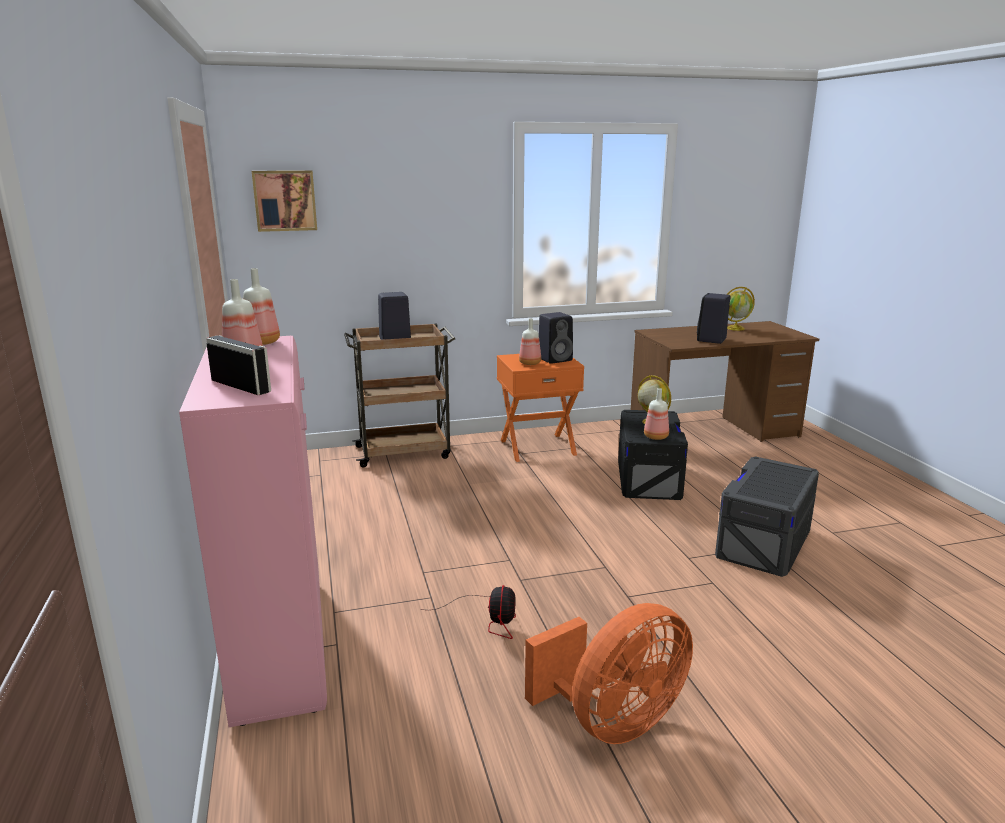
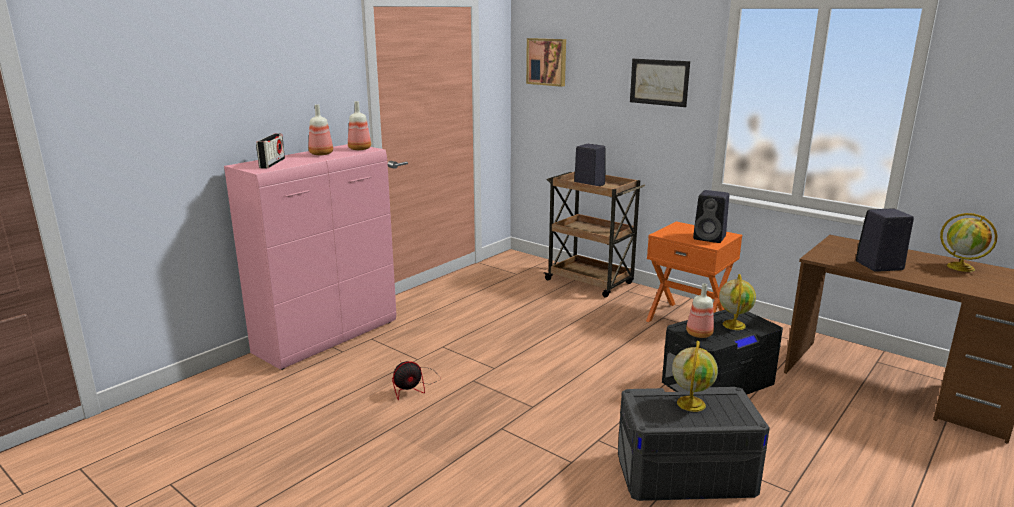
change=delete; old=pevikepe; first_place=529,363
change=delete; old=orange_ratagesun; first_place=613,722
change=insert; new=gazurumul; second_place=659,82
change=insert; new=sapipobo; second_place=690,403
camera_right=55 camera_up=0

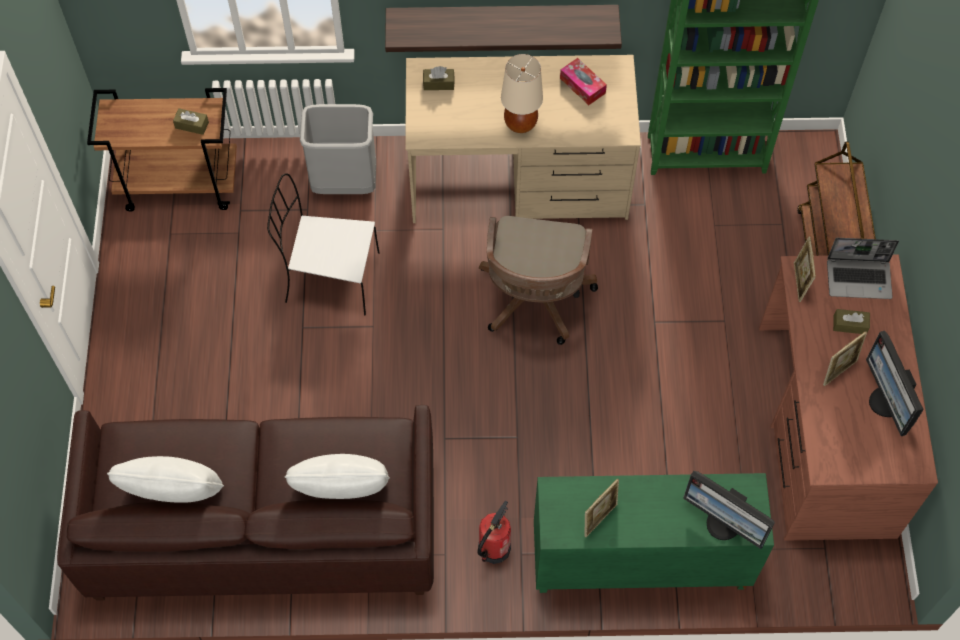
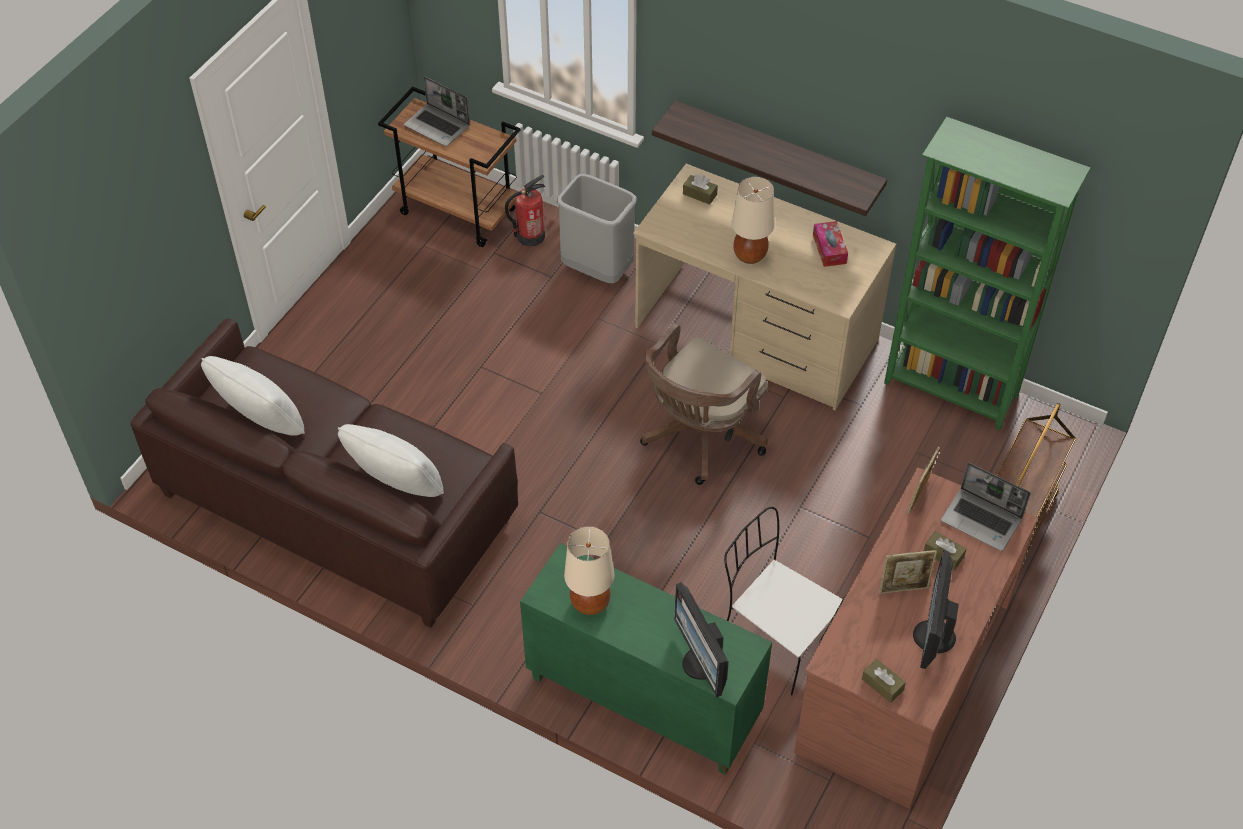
change=move; old=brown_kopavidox; first_place=192,125; second_place=882,684
change=move; old=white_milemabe; first_place=329,277; second_place=775,638
change=replace; old=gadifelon; new=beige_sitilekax; first_place=599,518; second_place=590,602
change=move; old=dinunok; first_place=493,549; second_place=530,236
change=insert; new=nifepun; second_place=438,126
camera_right=30 camera_up=-10

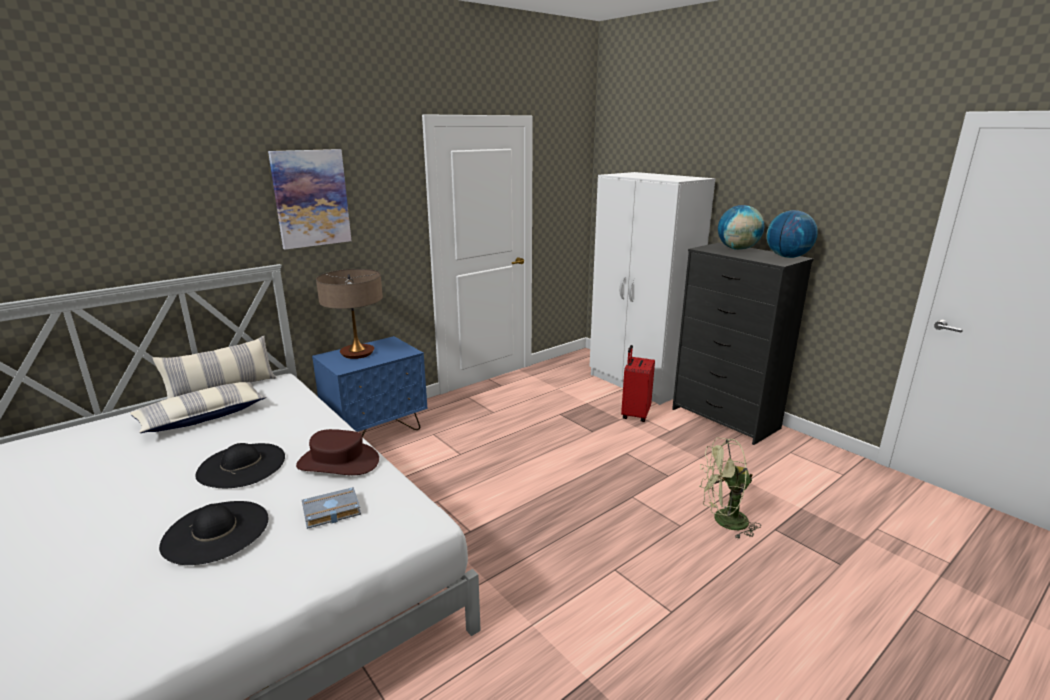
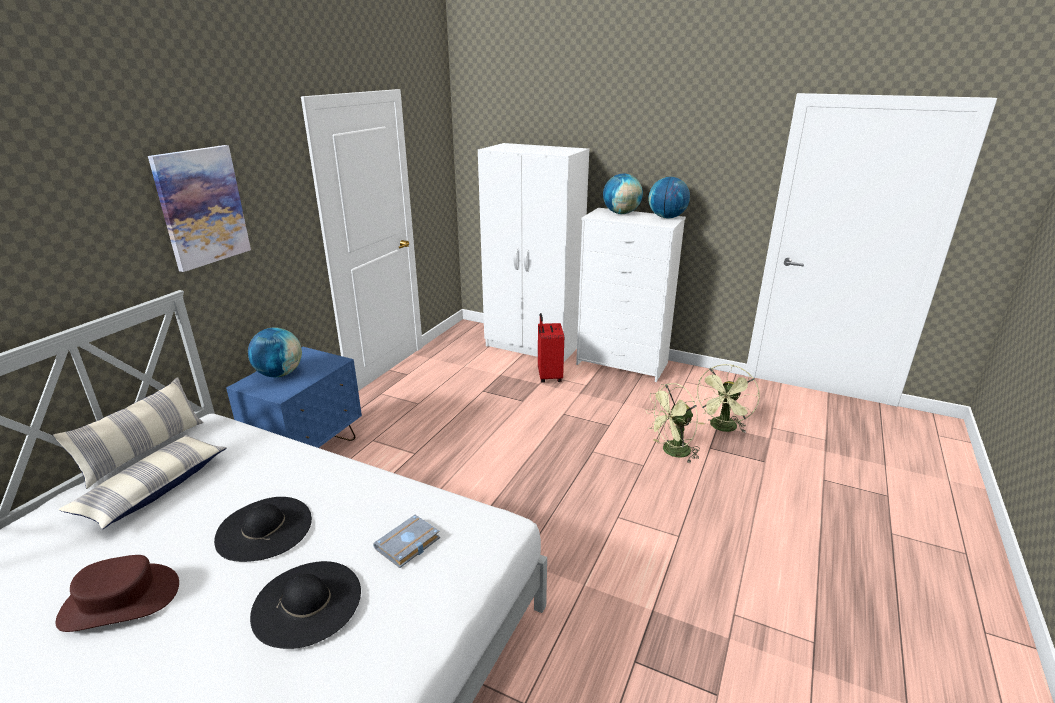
change=recolor; old=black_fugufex; new=white_fugufex; first_place=725,419; second_place=623,364
change=replace; old=sitilekax; new=sapipobo; first_place=357,353; second_place=279,374
change=move; old=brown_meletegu; first_place=338,462; second_place=120,600
change=insert; new=green_ratagesun; second_place=723,428
camera_right=-25 camera_up=5

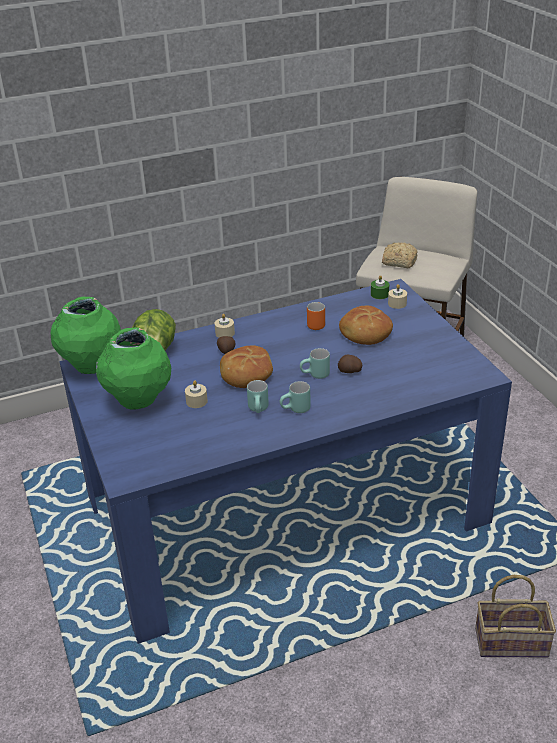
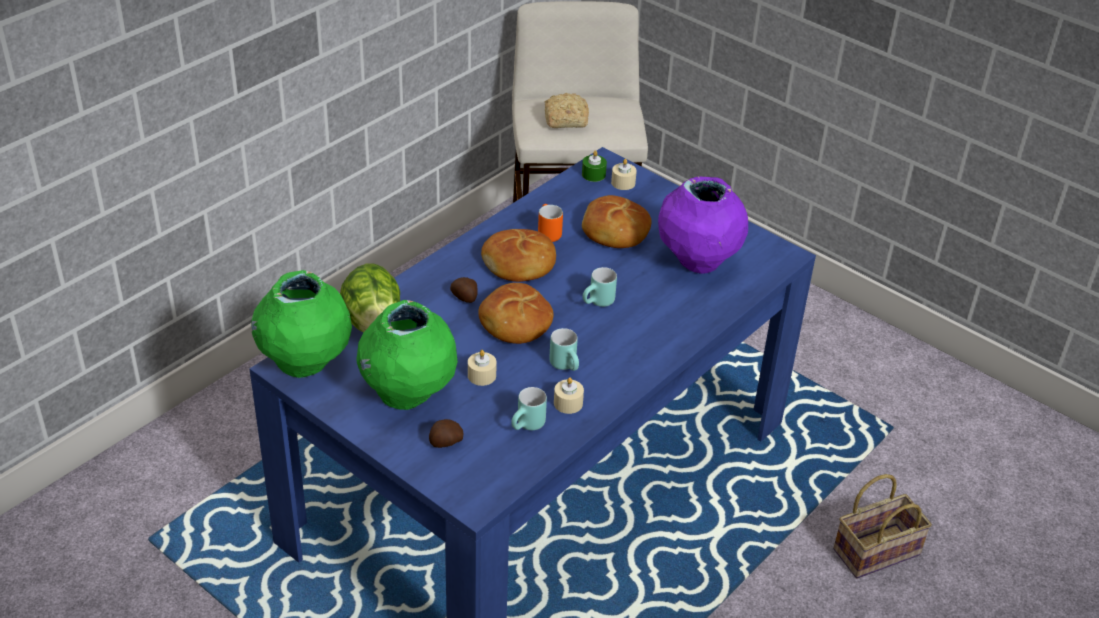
change=move; old=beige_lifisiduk; first_place=225,333; second_place=568,403
change=move; old=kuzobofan; first_place=349,371; second_place=445,442
change=move; old=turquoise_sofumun; first_place=296,410; second_place=528,427
change=insert; new=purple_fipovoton; second_place=698,263
change=insert; new=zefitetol; second_place=519,265
camera_right=-30 camera_up=5

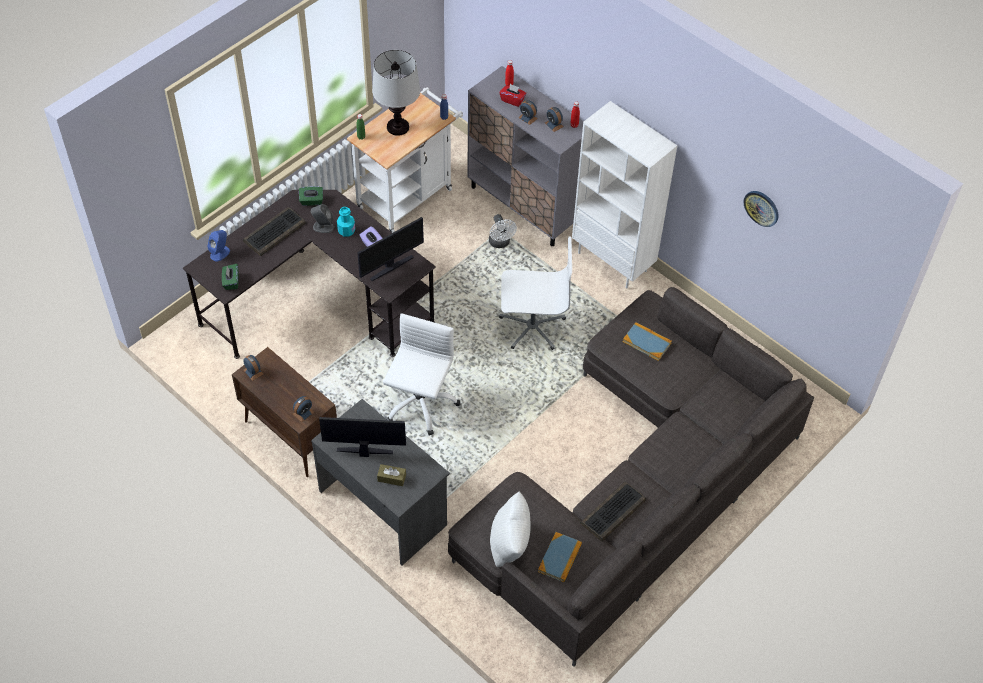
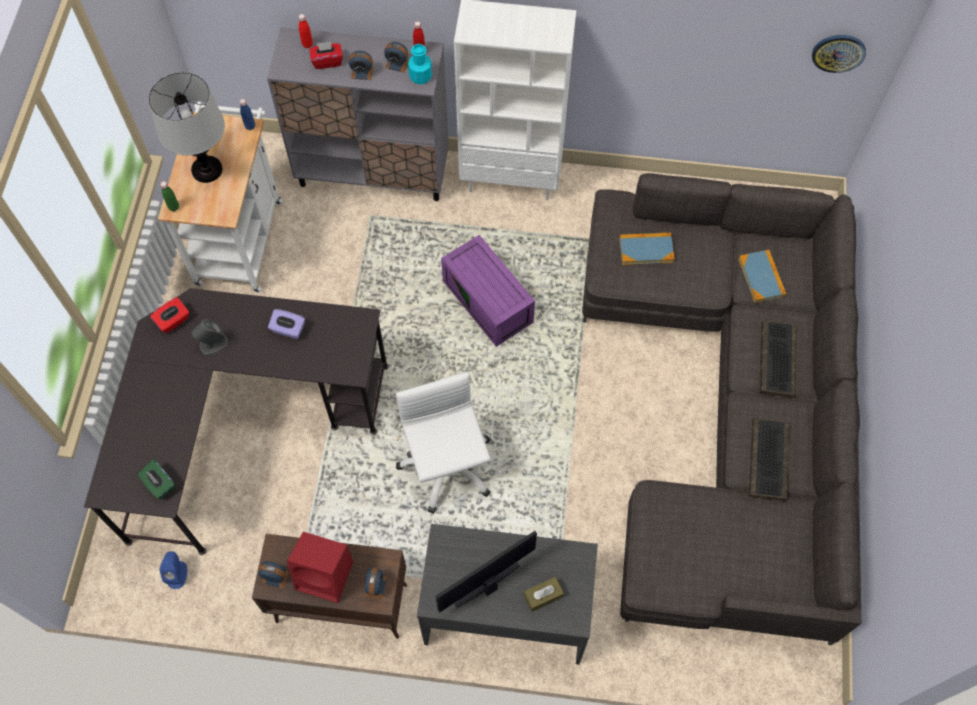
change=recolor; old=green_kopavidox; new=red_kopavidox; first_place=311,201; second_place=173,321
change=move; old=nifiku; first_place=761,208; second_place=838,52
change=move; old=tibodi; first_place=274,232; second_place=777,359
change=move; old=turquoise_pevikepe; first_place=346,231; second_place=420,76
change=delete; old=white_ratagesun; first_place=500,243
change=delete; old=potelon; first_place=391,267
change=move; old=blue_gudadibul; first_place=220,253; second_place=177,574
change=replace; old=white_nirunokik; new=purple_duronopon; first_place=532,326; second_place=489,302
change=delete; old=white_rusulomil; first_place=510,547
change=move; old=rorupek; first_place=559,558; second_place=761,277
change=insert; new=red_gudadibul; second_place=326,575
camera_right=-35 camera_up=10

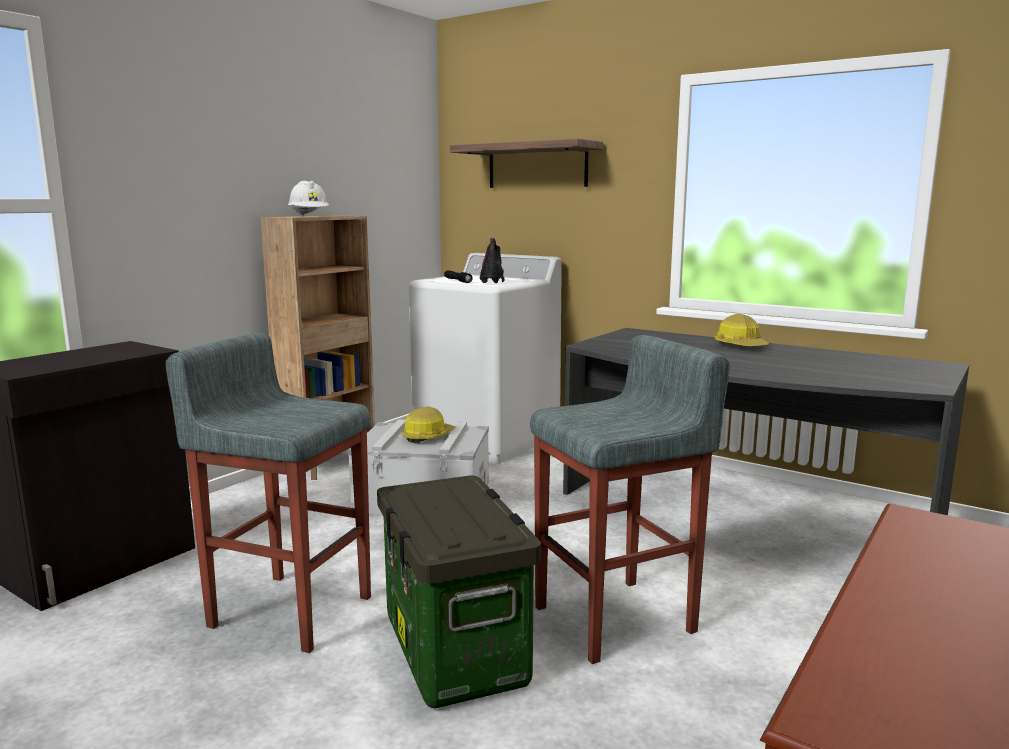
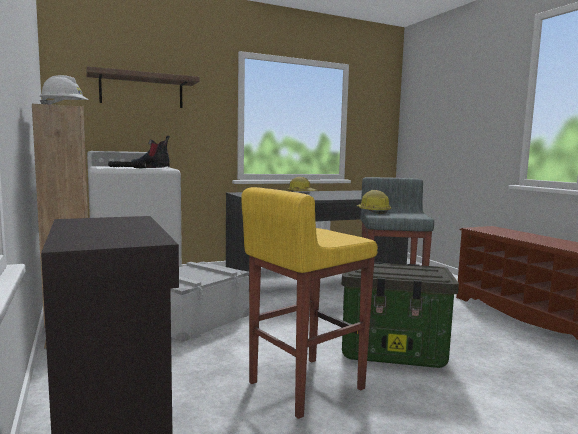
change=recolor; old=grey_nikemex; new=yellow_nikemex; first_place=290,610; second_place=304,385
change=move; old=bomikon; first_place=427,436; second_place=372,211
camera_right=-60 camera_up=-5

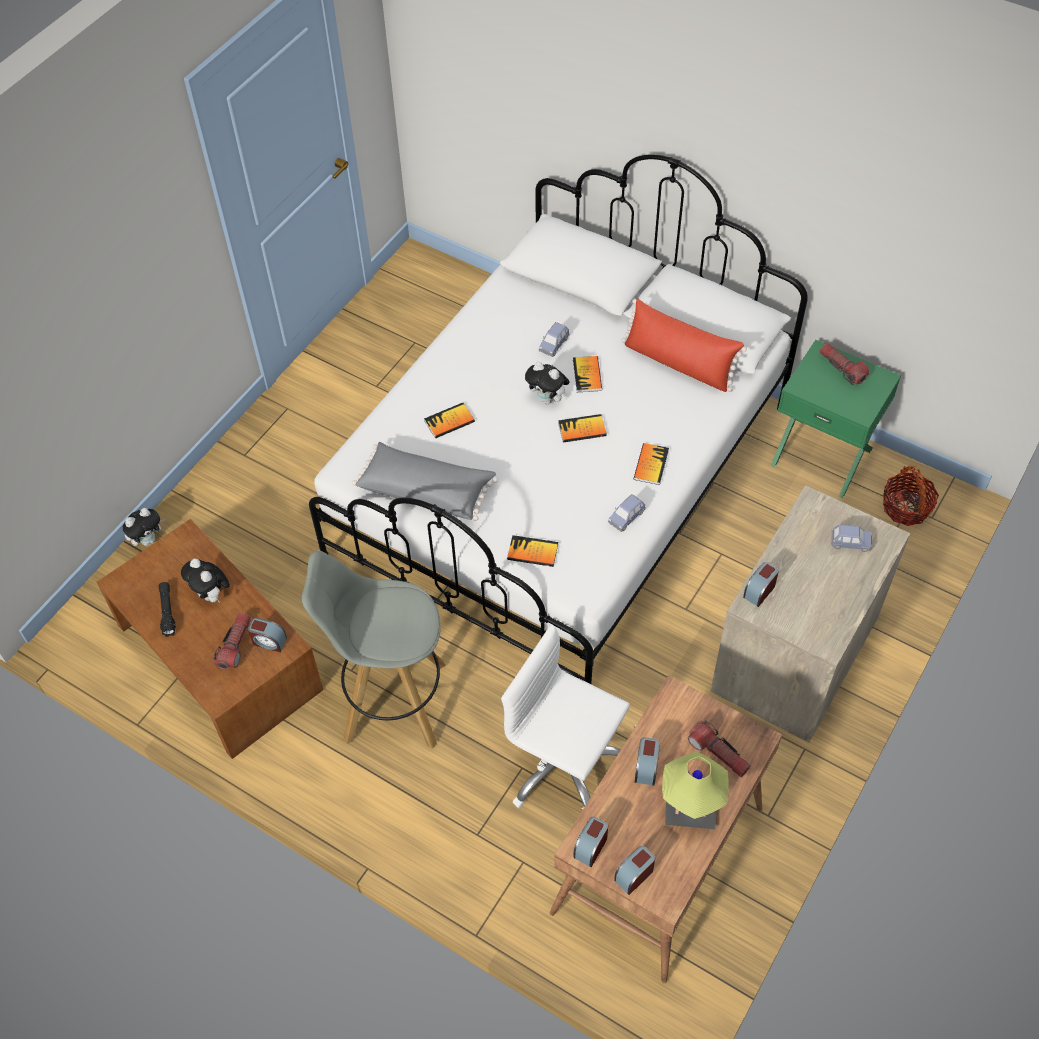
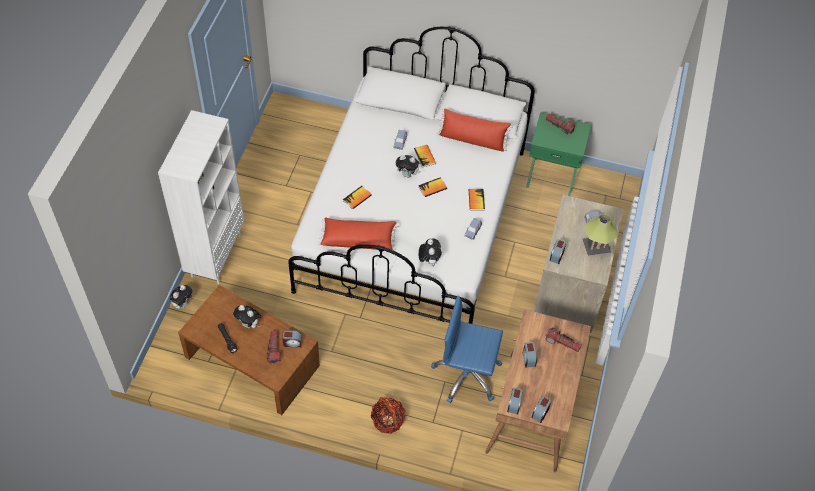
change=recolor; old=grey_rusulomil; new=red_rusulomil; first_place=426,490; second_place=358,239
change=move; old=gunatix; first_place=906,507; second_place=388,420
change=replace; old=rorupek; new=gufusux; first_place=532,552; second_place=429,261
change=delete; old=grey_nikemex; first_place=392,701
change=recolor; old=white_nirunokik; new=blue_nirunokik; first_place=563,765; second_place=467,375
change=move; old=sitilekax; first_place=690,809; second_place=596,247
change=insert; new=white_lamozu; second_place=215,255
camera_right=-20 camera_up=0

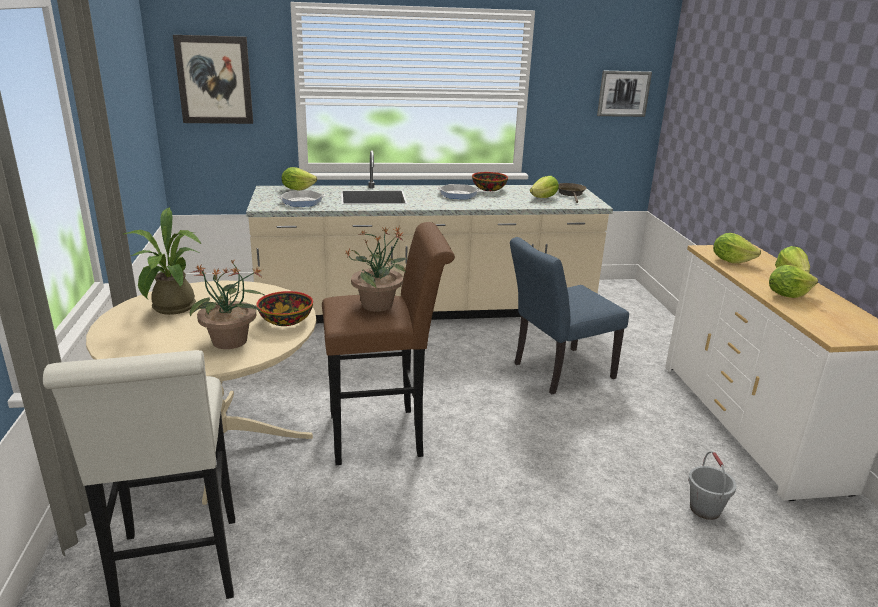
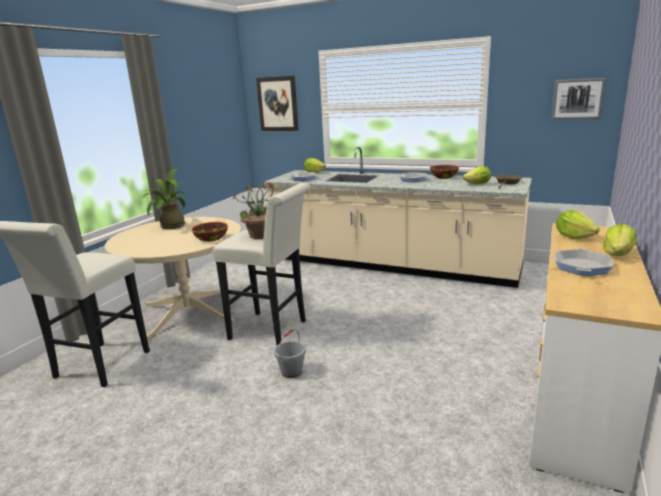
change=recolor; old=brown_nikemex; new=white_nikemex; first_place=384,435; second_place=273,331
change=delete; old=blue_milemabe; first_place=557,372
change=delete; old=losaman; first_place=230,341
change=replace; old=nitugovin; new=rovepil; first_place=787,295; second_place=581,267
change=move; old=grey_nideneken; first_place=704,509; second_place=291,371
camera_right=35 camera_up=-5

